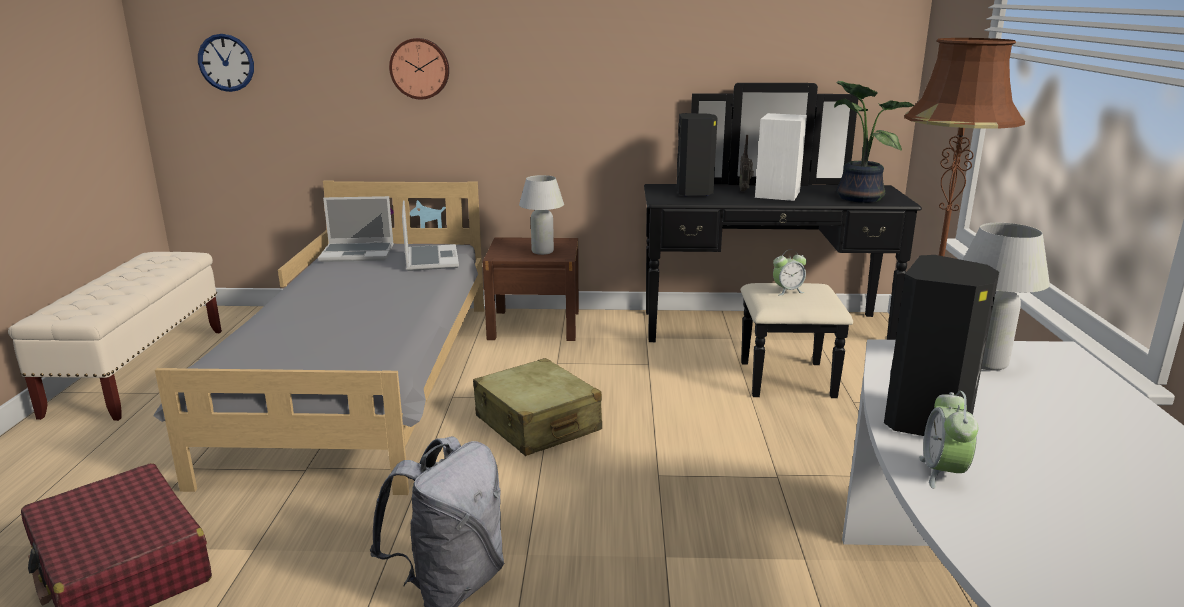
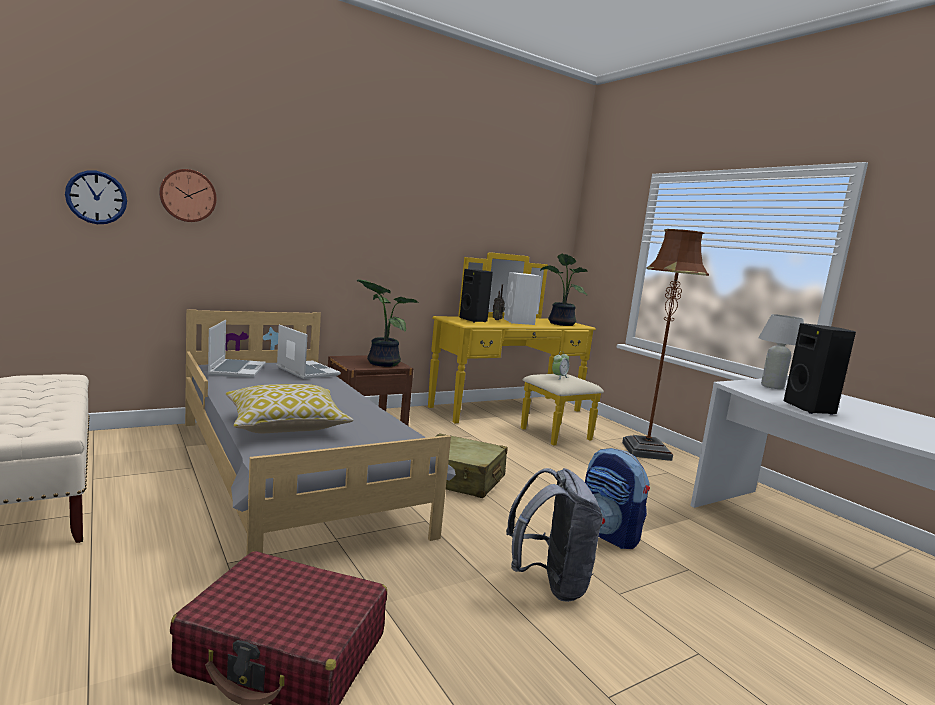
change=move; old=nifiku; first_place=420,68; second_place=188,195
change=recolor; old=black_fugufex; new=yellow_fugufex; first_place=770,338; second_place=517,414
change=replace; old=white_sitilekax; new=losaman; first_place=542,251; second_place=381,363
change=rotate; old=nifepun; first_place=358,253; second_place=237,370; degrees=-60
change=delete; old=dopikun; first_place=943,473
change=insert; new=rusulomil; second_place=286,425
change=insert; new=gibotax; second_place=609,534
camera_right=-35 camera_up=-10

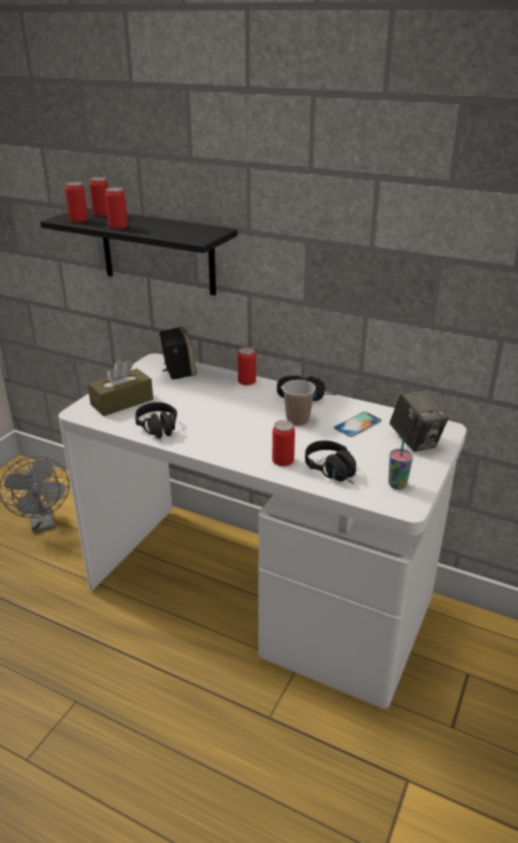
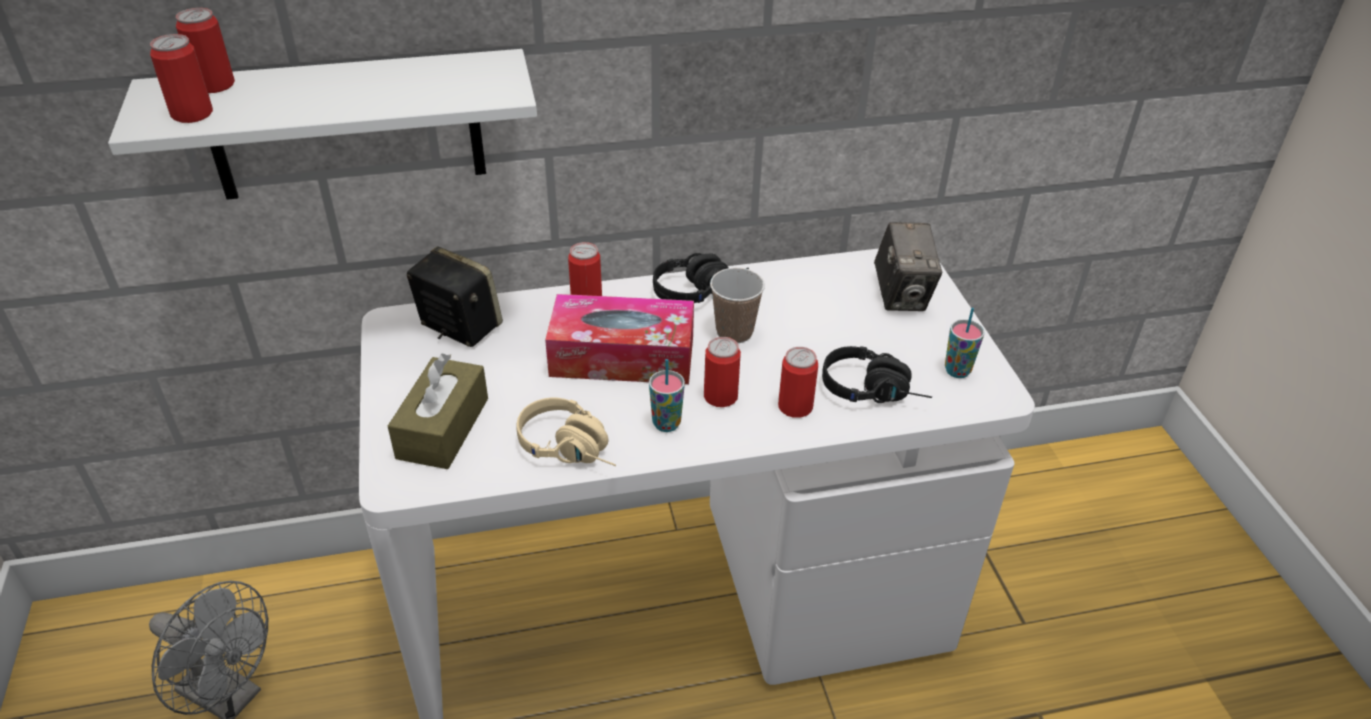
change=move; old=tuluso; first_place=118,226; second_place=720,396
change=recolor; old=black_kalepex; new=white_kalepex; first_place=157,252; second_place=346,126
change=rotate; old=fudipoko; first_place=415,441; second_place=901,295; degrees=60
change=recolor; old=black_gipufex; new=beige_gipufex; first_place=160,431; second_place=573,449
change=delete; old=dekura; first_place=357,424
change=insert; new=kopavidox; second_place=622,356
change=insert; new=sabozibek; second_place=666,424
camera_right=-40 camera_up=10

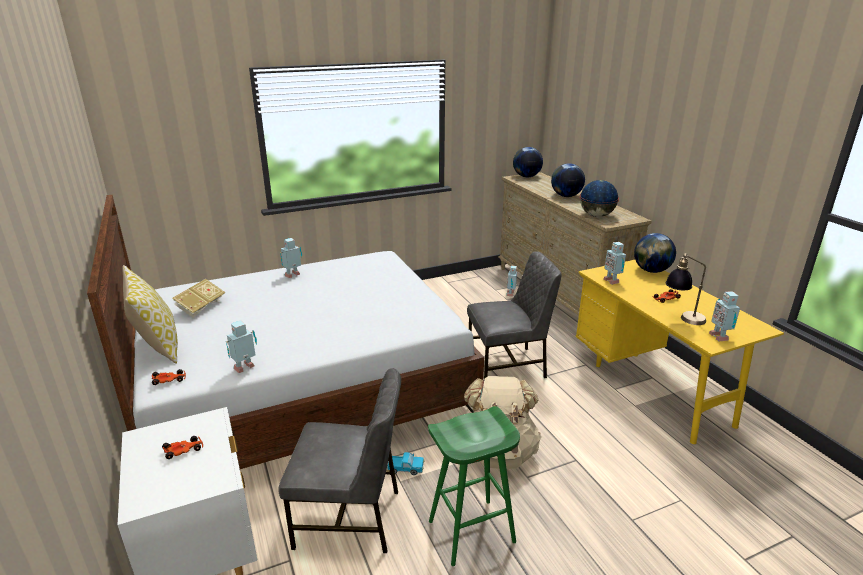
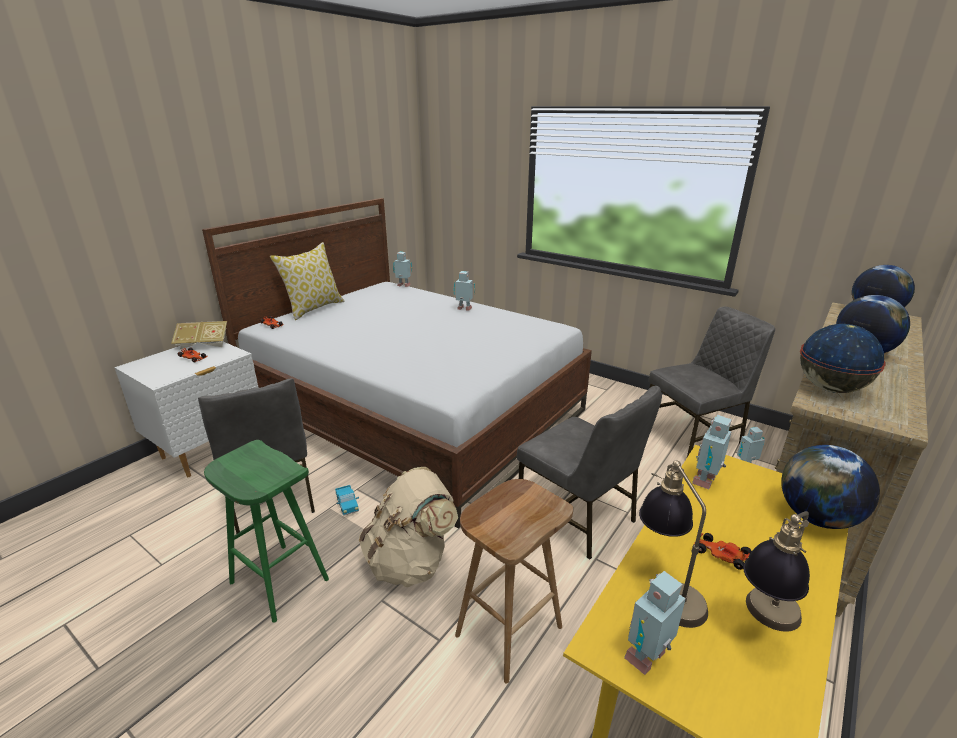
change=move; old=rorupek; first_place=200,307; second_place=203,345
change=move; old=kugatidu; first_place=245,368; second_place=403,286
change=insert; new=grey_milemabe; second_place=694,435
change=insert; new=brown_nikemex; second_place=509,629
change=insert; new=sitilekax; second_place=764,622
camera_right=60 camera_up=0

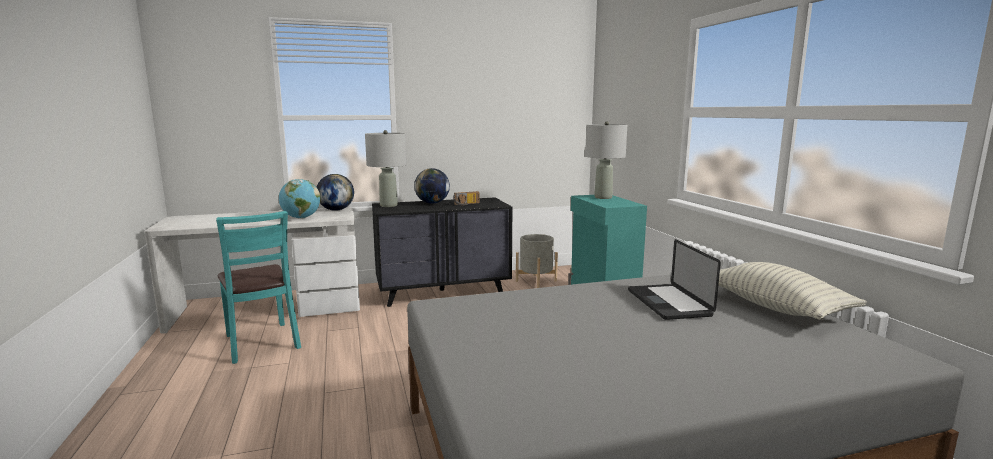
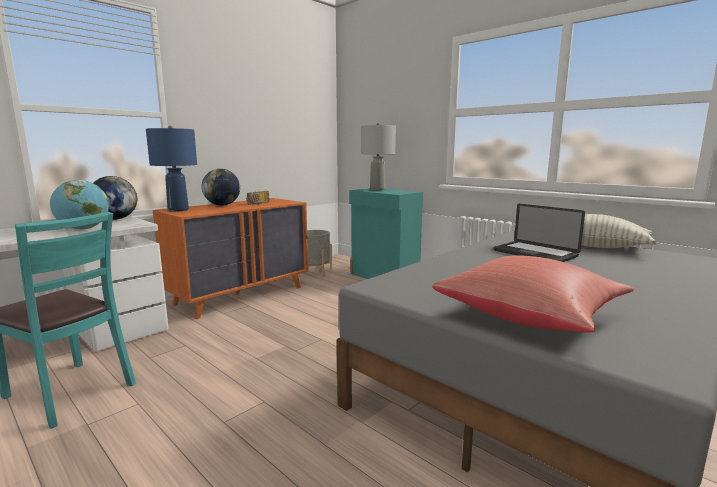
change=recolor; old=grey_sitilekax; new=blue_sitilekax; first_place=389,205; second_place=178,210
change=recolor; old=black_fugufex; new=orange_fugufex; first_place=443,292; second_place=241,295
change=insert; new=red_rusulomil; second_place=530,316
camera_right=-30 camera_up=0

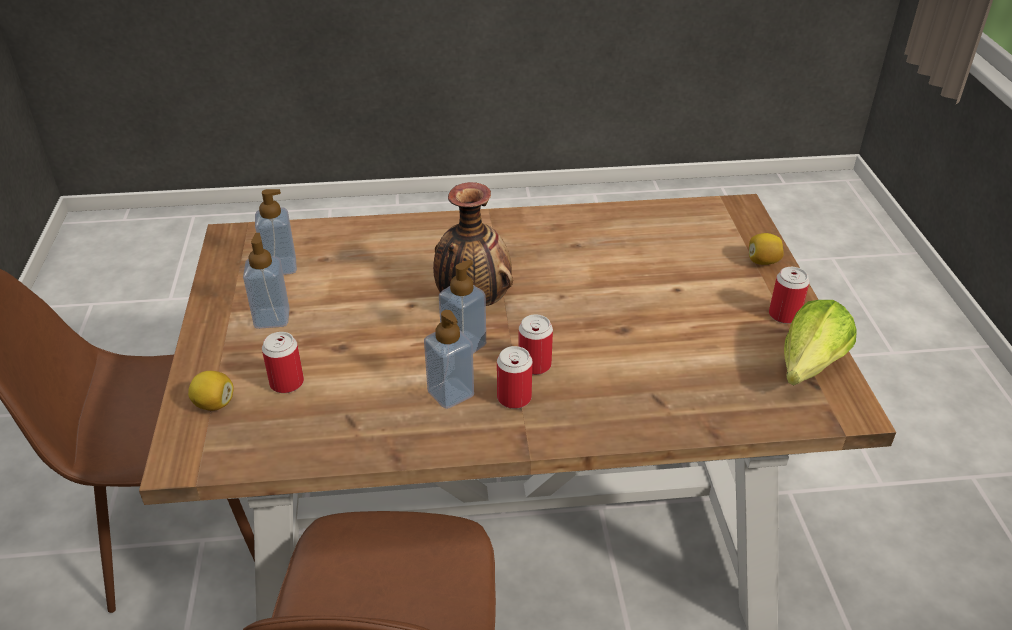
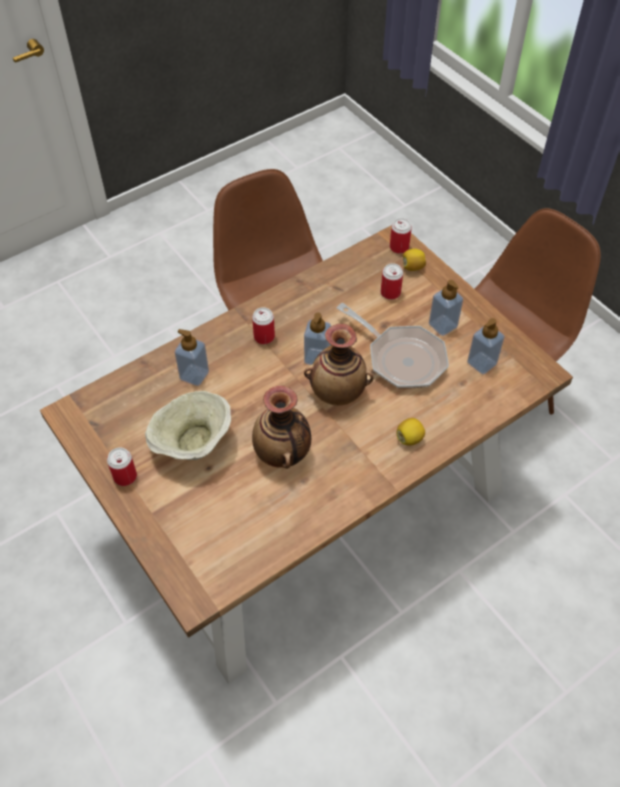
change=move; old=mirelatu; first_place=762,261; second_place=409,438
change=delete; old=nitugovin; first_place=803,371
change=move; old=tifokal; first_place=450,393; second_place=194,375
change=move; old=tuluso; first_place=534,365; second_place=399,247
change=insert; new=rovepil; second_place=401,358
change=insert; new=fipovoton; second_place=283,453
change=insert; new=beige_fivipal; second_place=192,444
camera_right=150 camera_up=15

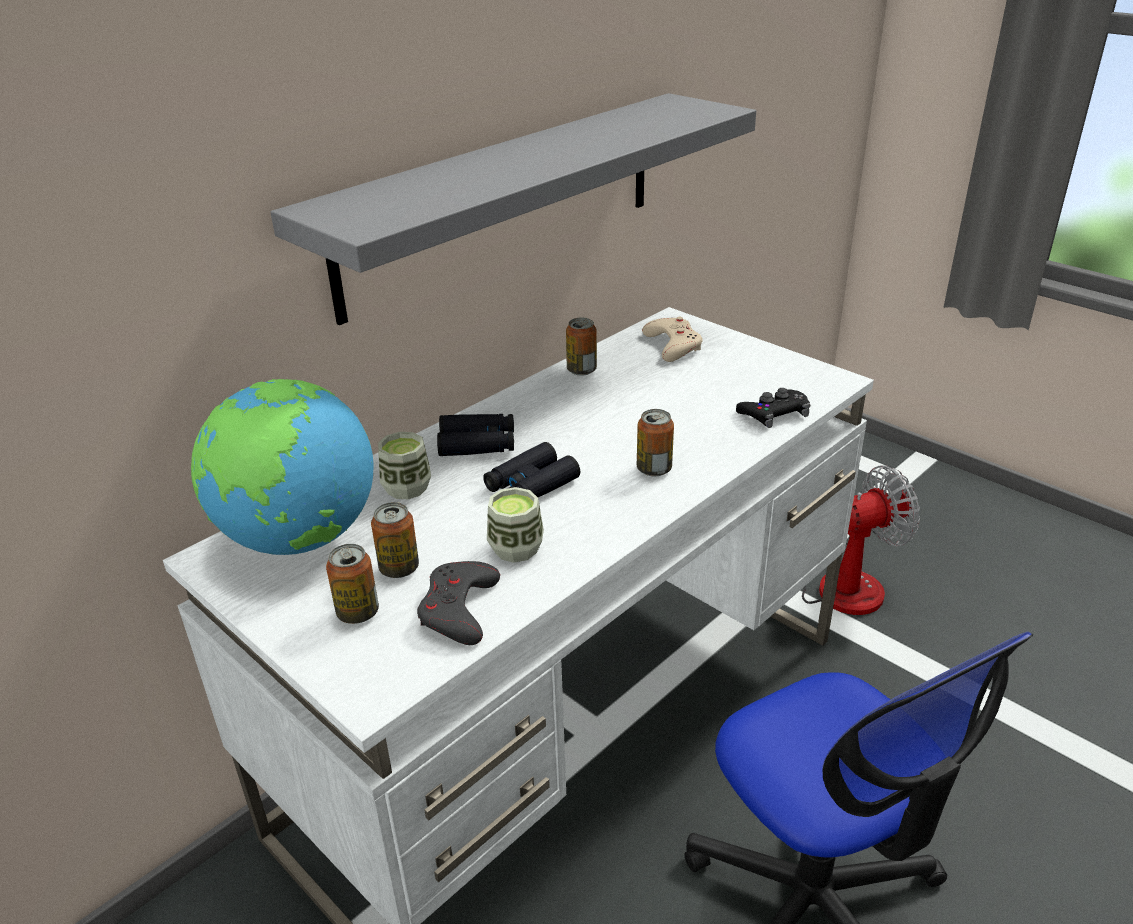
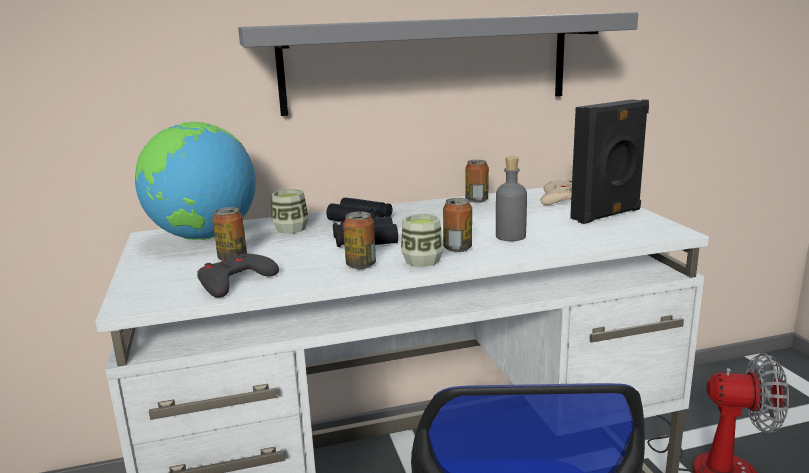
change=delete; old=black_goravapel; first_place=774,414
change=move; old=sabozibek; first_place=516,548; second_place=422,260
change=move; old=tuluso; first_place=358,612; second_place=361,265
change=insert; new=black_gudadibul; second_place=607,215
change=insert; new=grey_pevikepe; second_place=510,236
camera_right=30 camera_up=-15

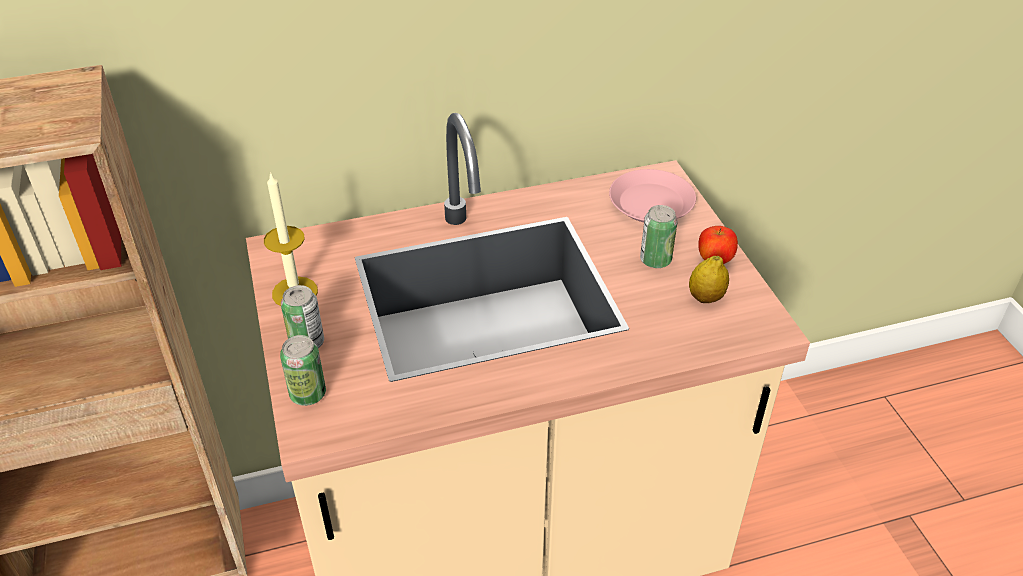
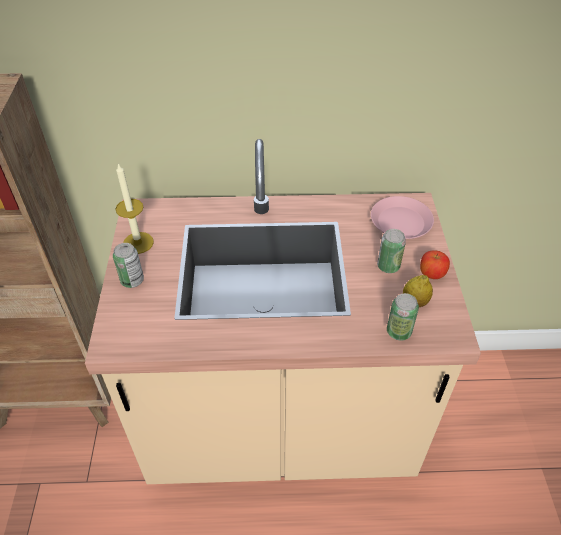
change=move; old=tuluso; first_place=308,394; second_place=398,331
camera_right=15 camera_up=5

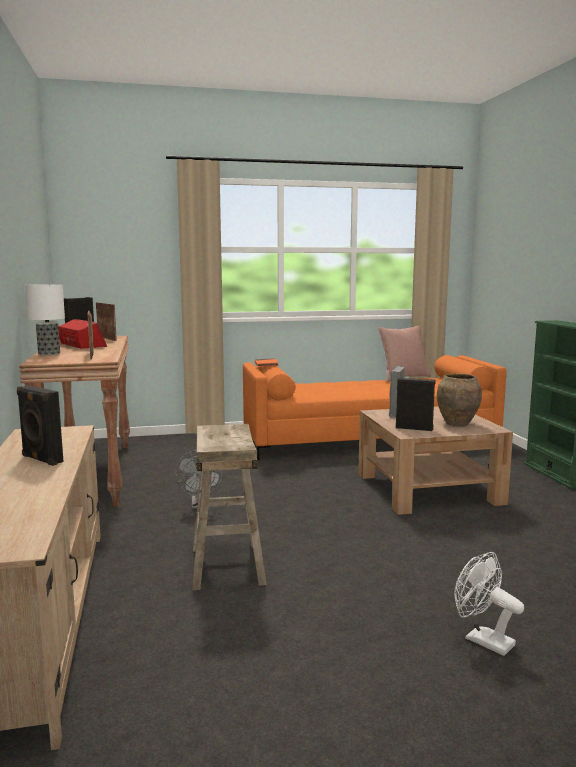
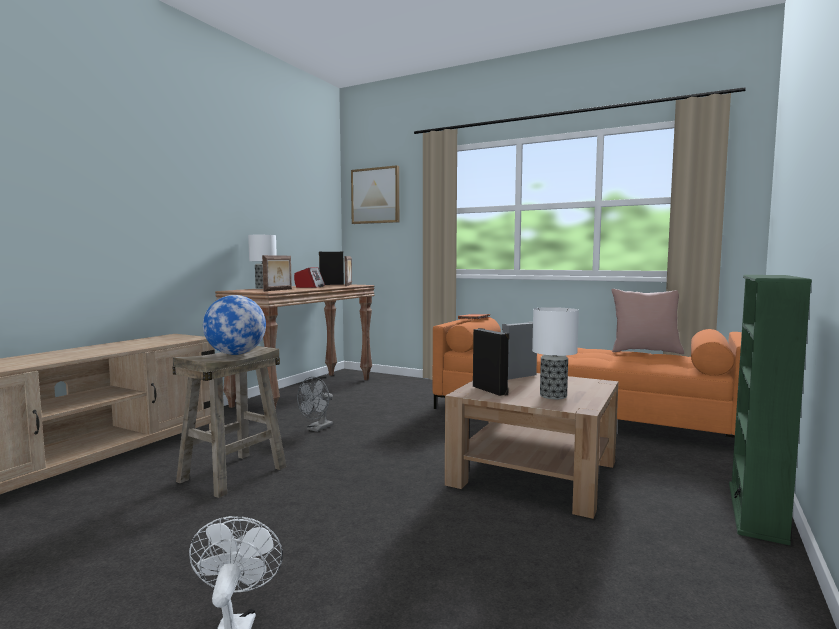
change=replace; old=brown_fipovoton; new=sitilekax; first_place=456,424; second_place=553,395
change=delete; old=black_gudadibul; first_place=41,459
change=insert; new=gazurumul; second_place=375,195
change=insert; new=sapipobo; second_place=236,354
camera_right=40 camera_up=-5

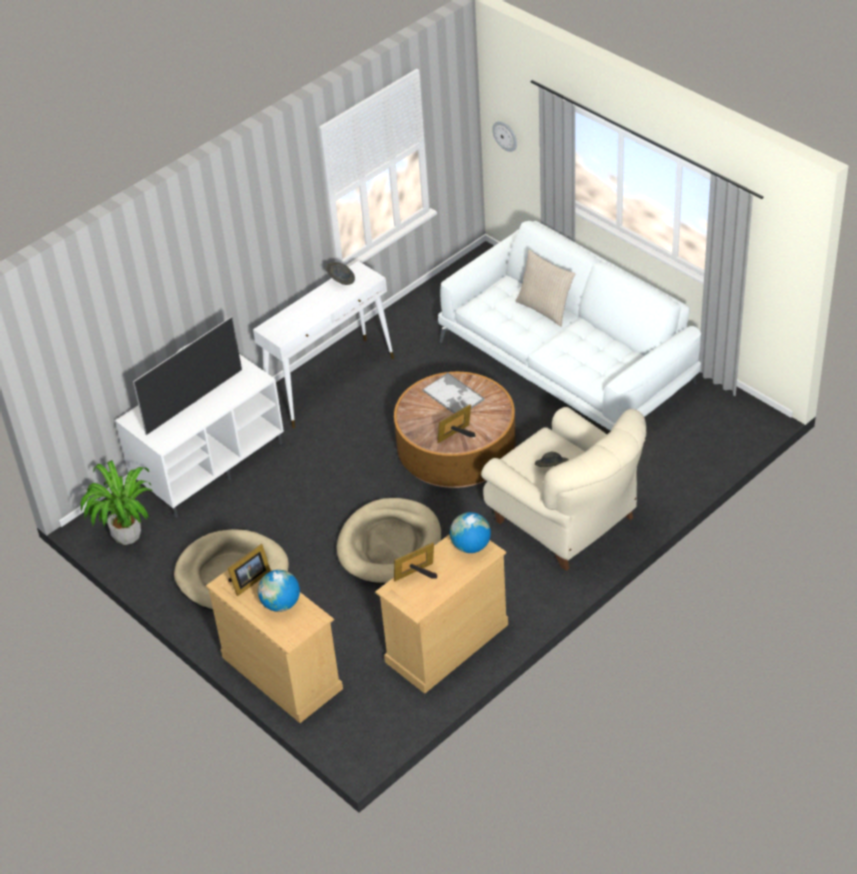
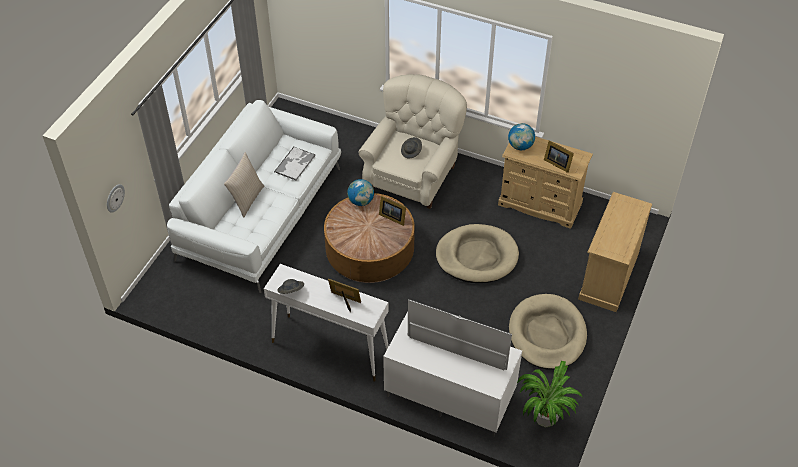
change=move; old=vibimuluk; first_place=453,396; second_place=295,163
change=move; old=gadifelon; first_place=249,581; second_place=345,301
change=move; old=sapipobo; first_place=281,604; second_place=361,201
camera_right=-115 camera_up=5

